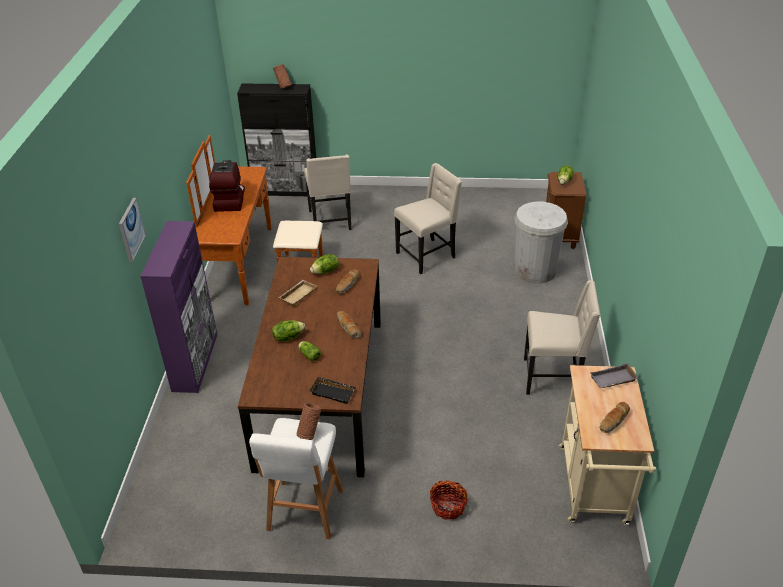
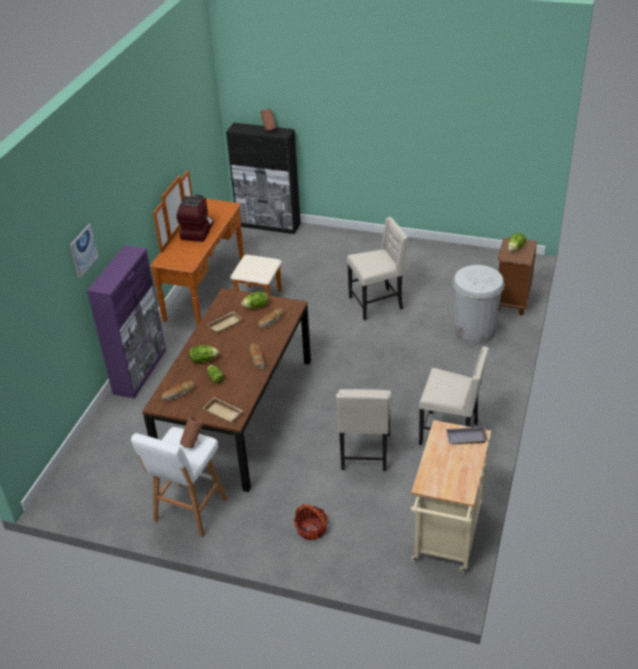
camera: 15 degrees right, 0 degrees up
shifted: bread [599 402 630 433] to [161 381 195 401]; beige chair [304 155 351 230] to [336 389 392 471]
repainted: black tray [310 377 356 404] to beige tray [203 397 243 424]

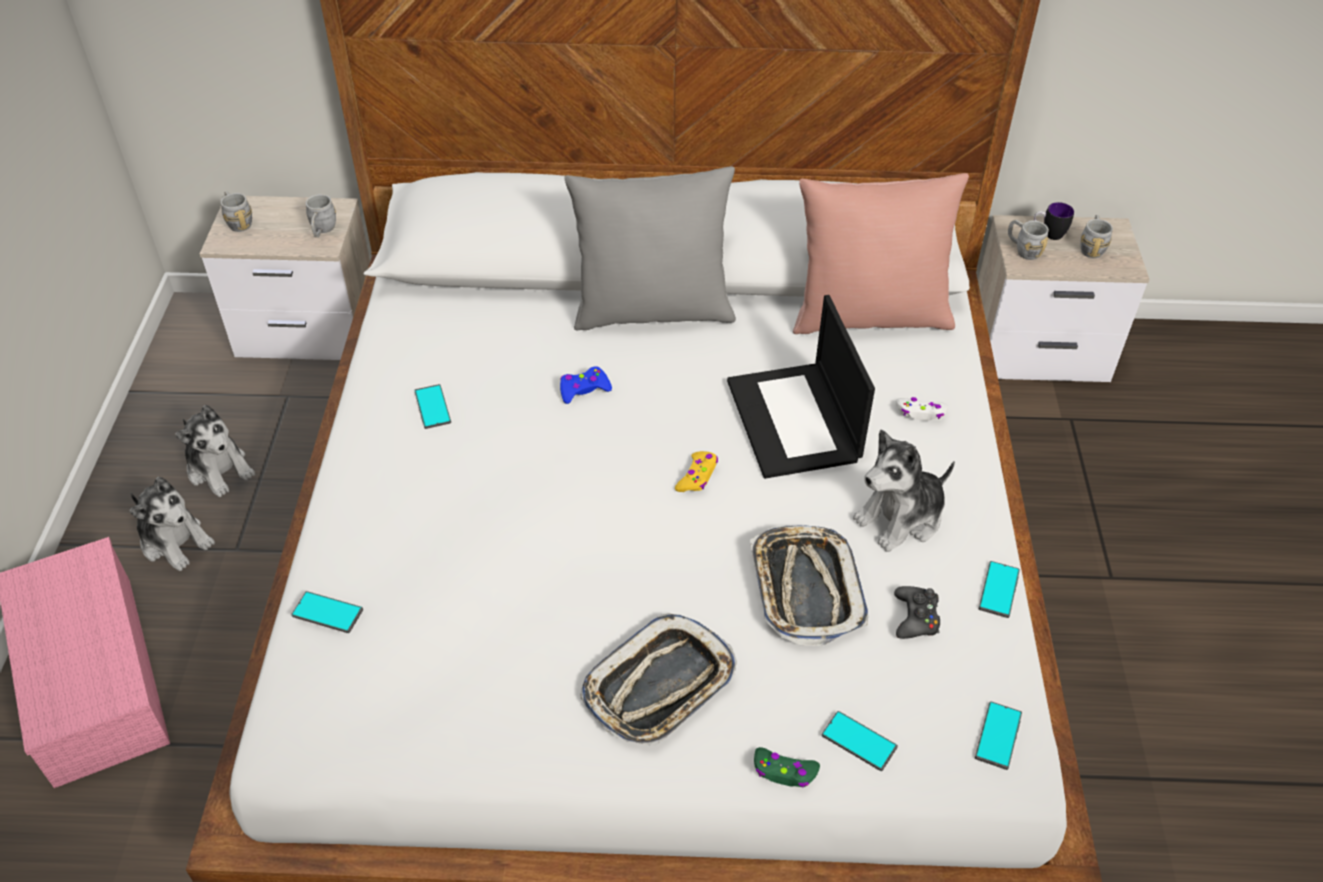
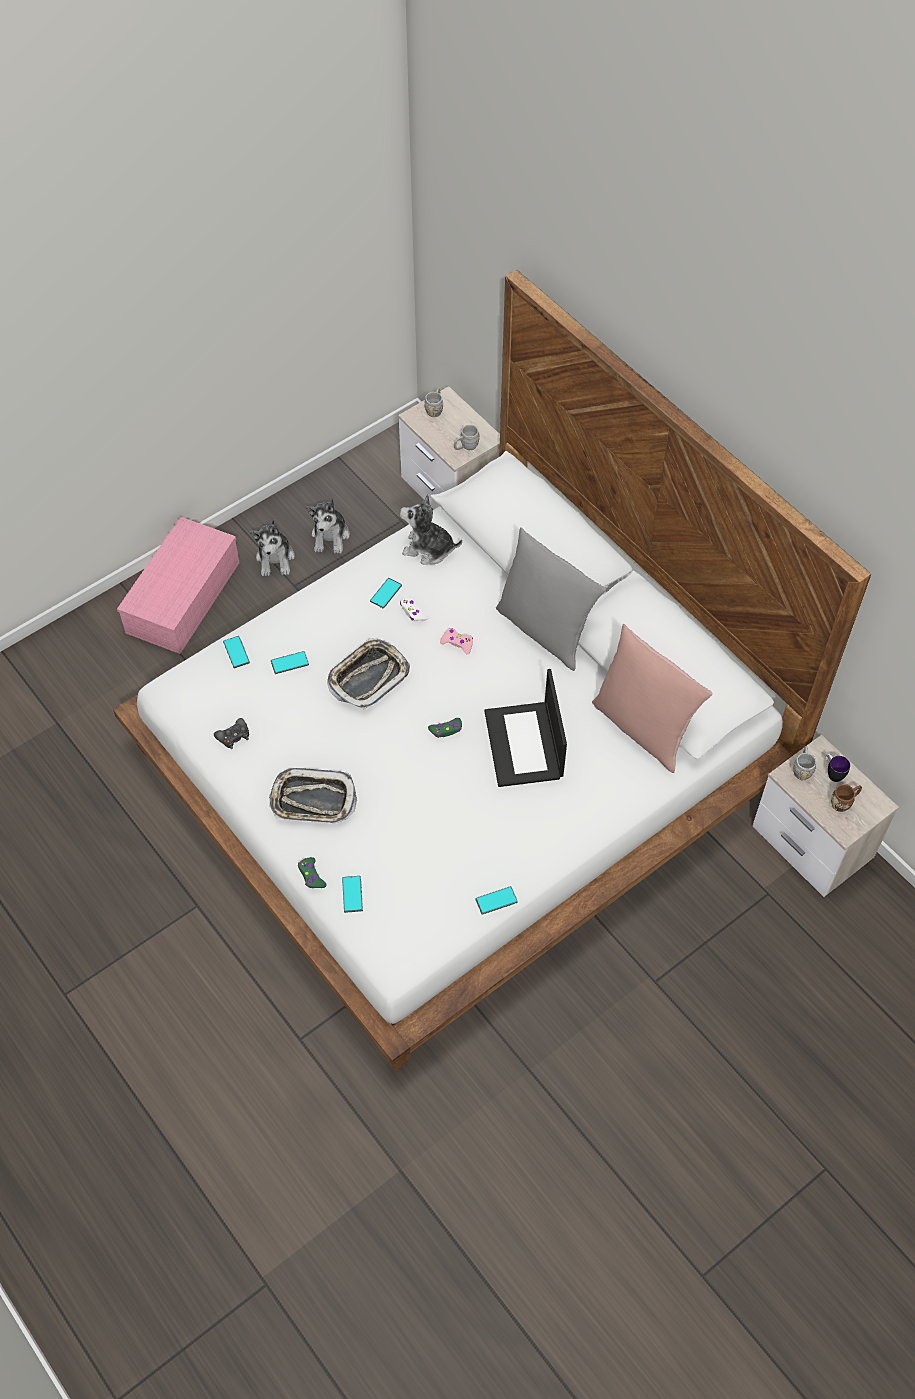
camera: 50 degrees right, 10 degrees up
shifted: black game controller [894 586 940 639] to [214 718 249 749]; phone [975 701 1022 770] to [271 651 309 674]; tray [750 526 868 646] to [327 638 410 710]; plush toy [853 429 955 552] to [400 494 462 564]; white game controller [895 397 948 421] to [400 597 428 621]
repainted: yellow game controller [675 451 718 492] to green game controller [428 718 462 738]; blue game controller [560 366 612 404] to pink game controller [440 628 473 655]; grey mug [1080 215 1113 258] to brown mug [831 784 862 812]
rotated: laptop [727 295 875 479] = [484 669 567 787] 45 degrees counterclockwise

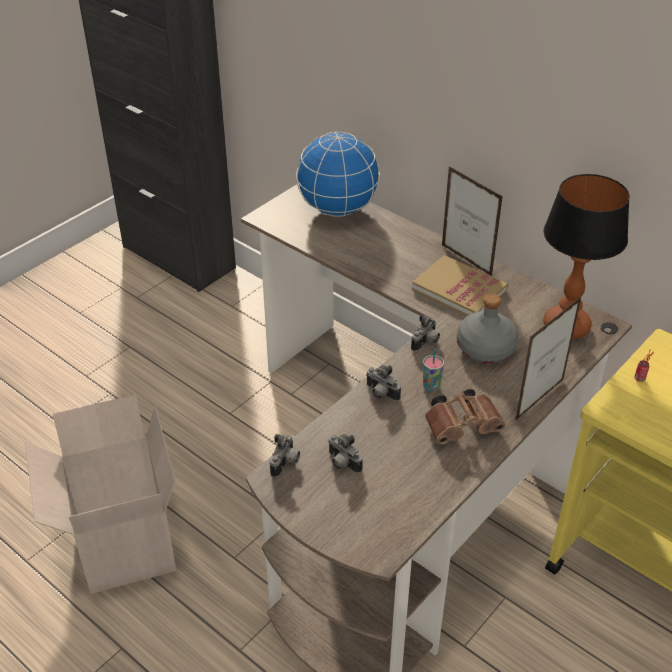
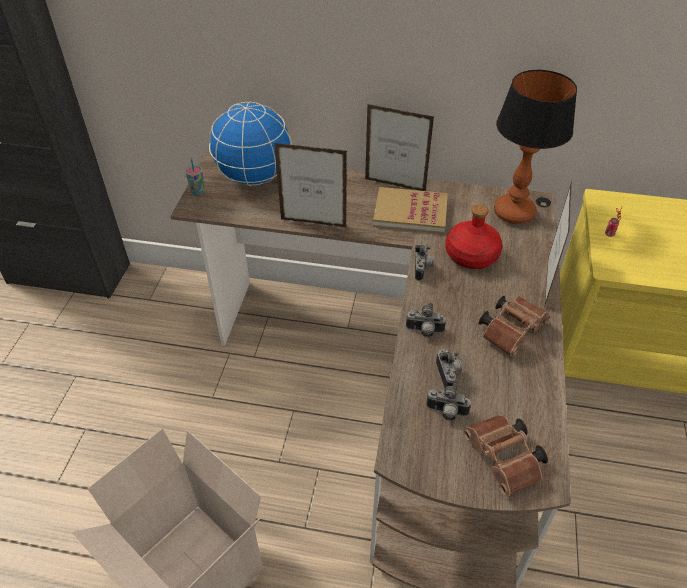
camera: 30 degrees left, 5 degrees up
new: picture frame [274 143 347 227]; brown binoculars [463 415 548 497]
shifted: cup [423 349 444 392] to [185 158 204 196]; photo camera [270 434 300 478] to [436 349 462 389]
repainted: grey bottle [457 294 518 363] to red bottle [445 205 503 269]

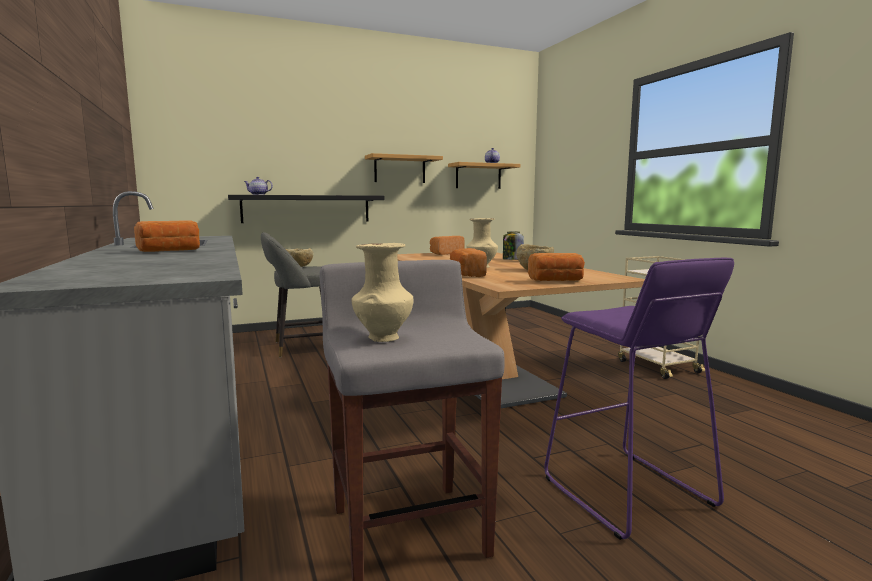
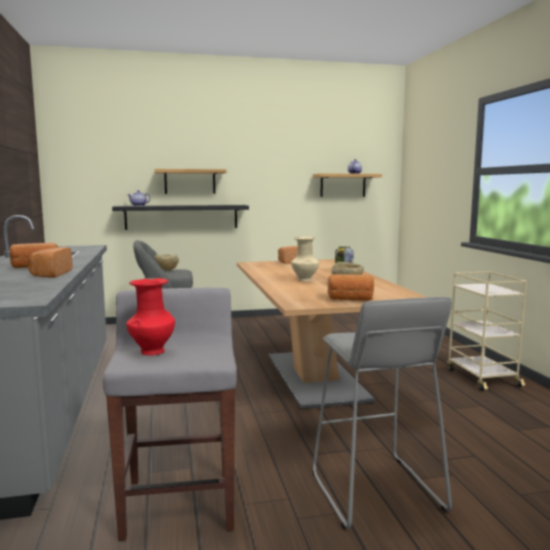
camera: 10 degrees right, 0 degrees up
shifted: bread [450 248 487 277] to [28 247 73 278]; shelf [365 153 443 183] to [155 169 227 194]
repainted: beige vase [352 243 413 342] to red vase [126 278 175 355]; purple stool [544 258 734 540] to grey stool [313 297 452 529]

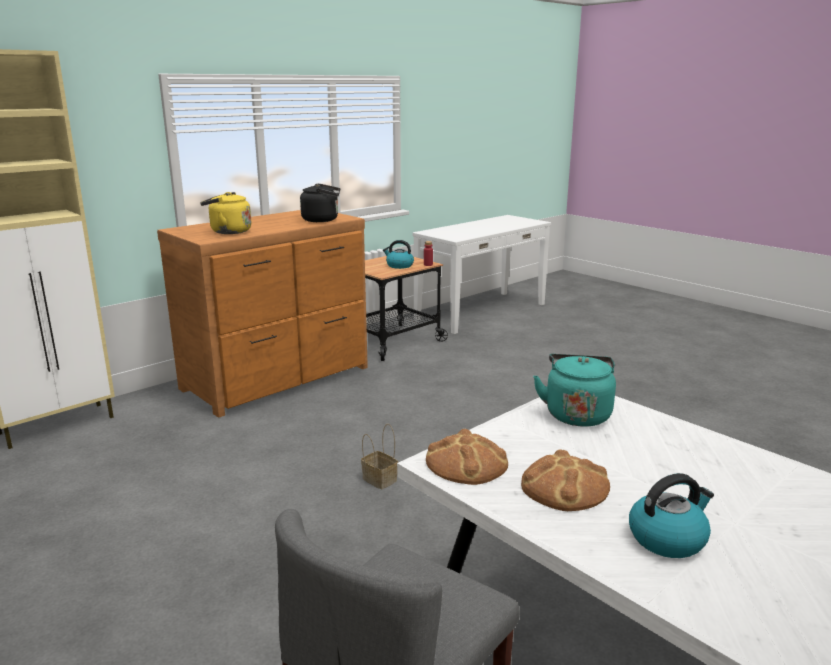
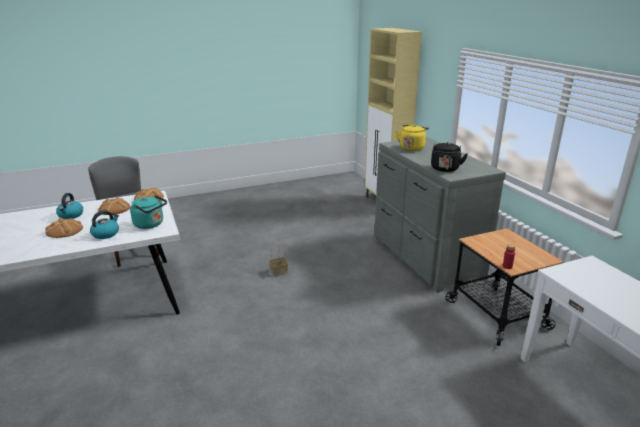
camera: 110 degrees right, 5 degrees up
new: bread [45 218 83 238]
shifted: kettle [383 240 414 269] to [90 210 119 239]
repainted: brown dresser [157 210 368 418] to grey dresser [374 137 506 293]

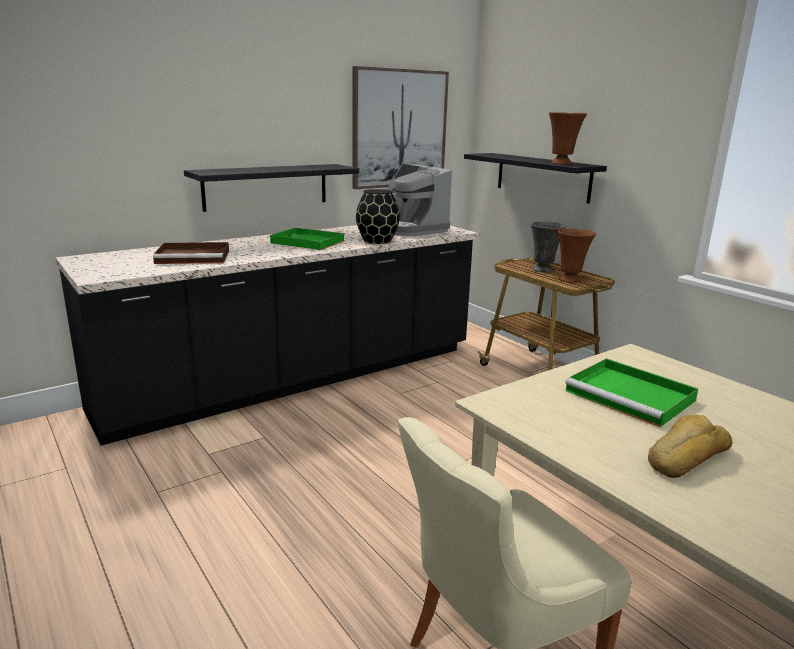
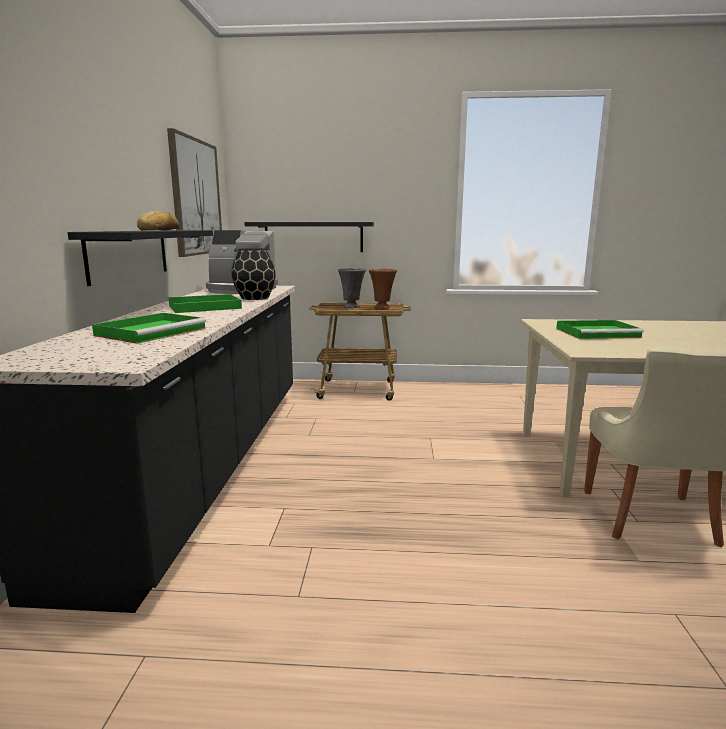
camera: 50 degrees left, 5 degrees down
gone: brown vase [549 112 587 165]
shifted: bread [648 415 733 478] to [137 211 179 230]
repainted: brown tray [153 242 229 264] to green tray [92 313 207 344]

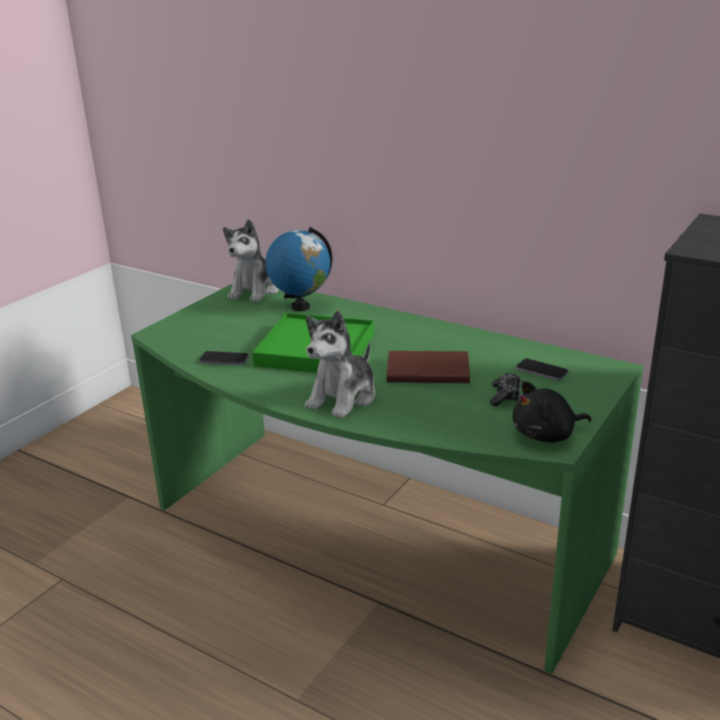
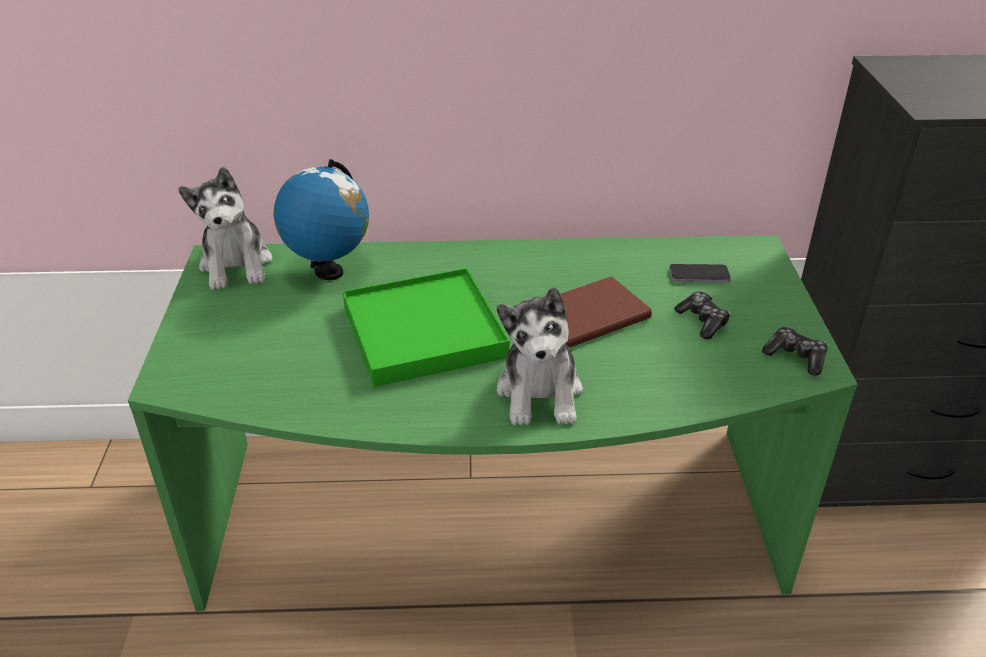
camera: 35 degrees left, 10 degrees up
gone: phone [199 351 248 365]
swapped: black plush toy [513 381 591 443] to game controller [762 327 828 376]

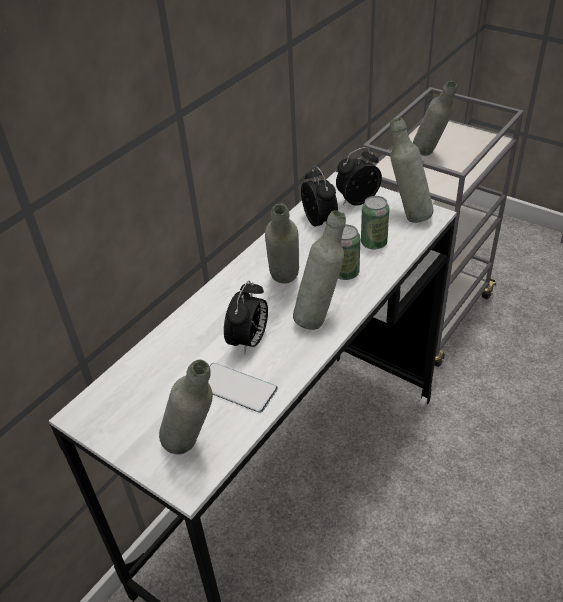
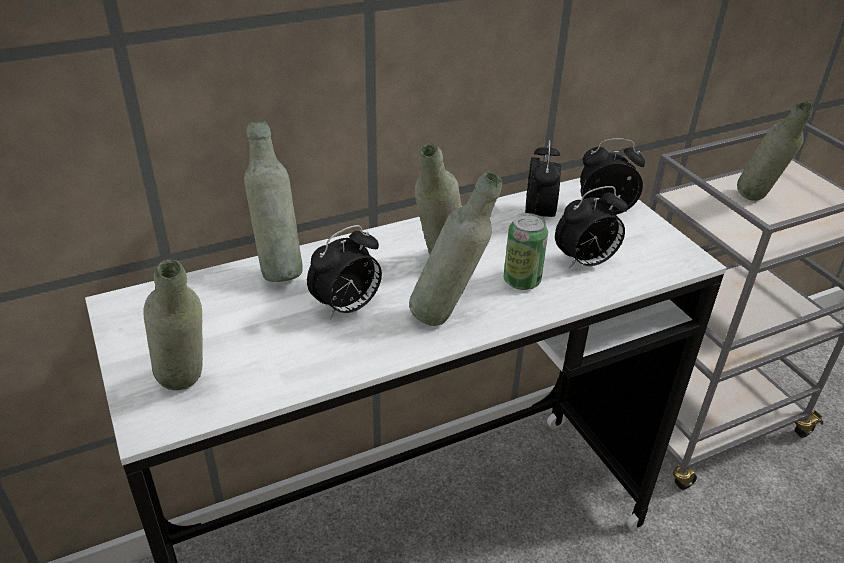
camera: 25 degrees right, 5 degrees down
gone: phone [208 363 278 413]
shifted: grey bottle [390 117 433 223] to [244 120 303 282]
swapped: can [361 196 390 250] to alarm clock [555 186 628 269]

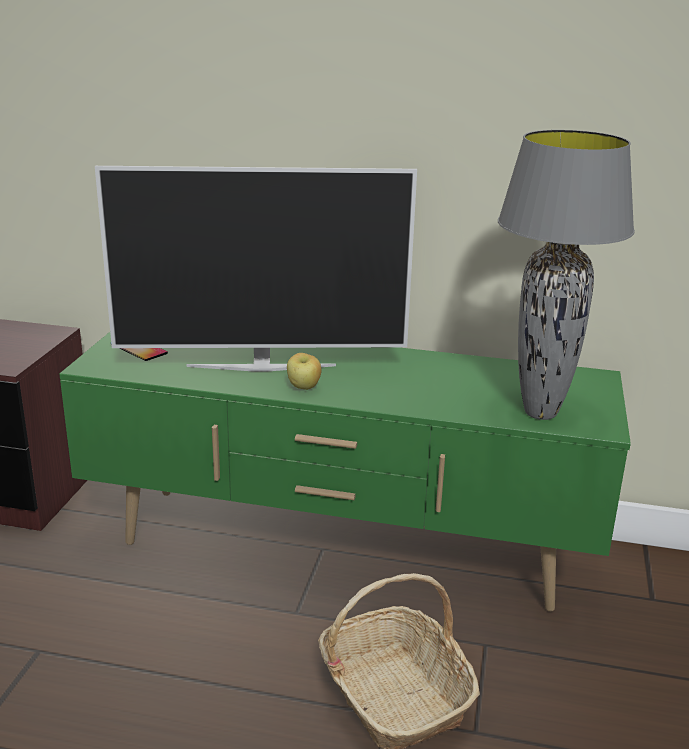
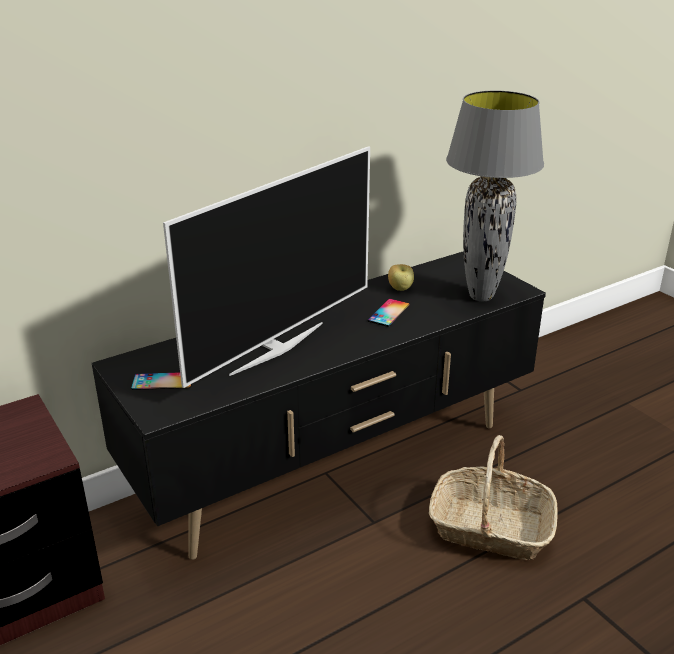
camera: 45 degrees left, 5 degrees up
new: phone [368 299 410 327]
shifted: apple [287 353 322 390] to [388 264 414 291]
repainted: green tv stand [59 332 631 612] to black tv stand [92 251 546 560]

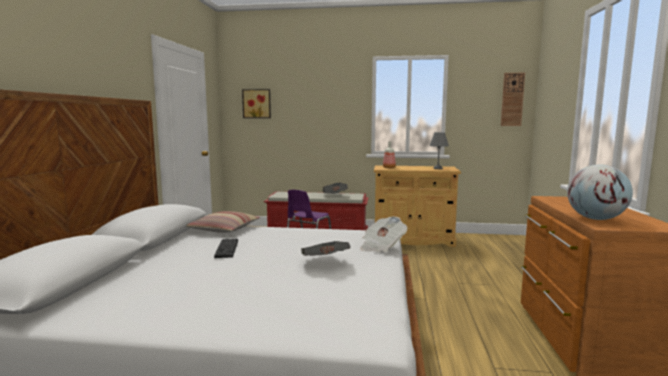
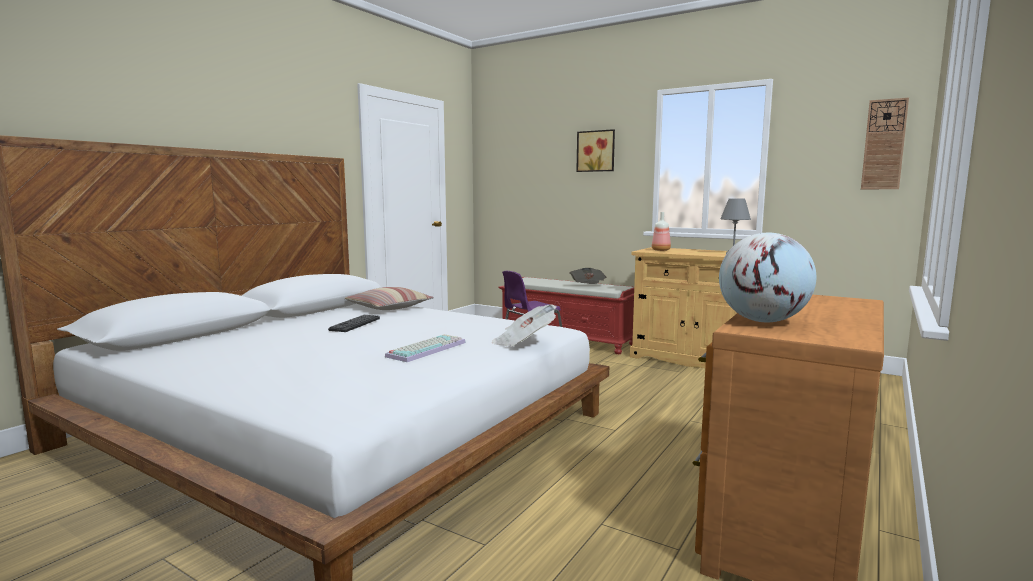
camera: 25 degrees right, 0 degrees up
shifted: picture [242 89 271 118] to [576 129 615 172]
swapped: newspaper [301 241 351 256] to keyboard [385 334 466 362]

